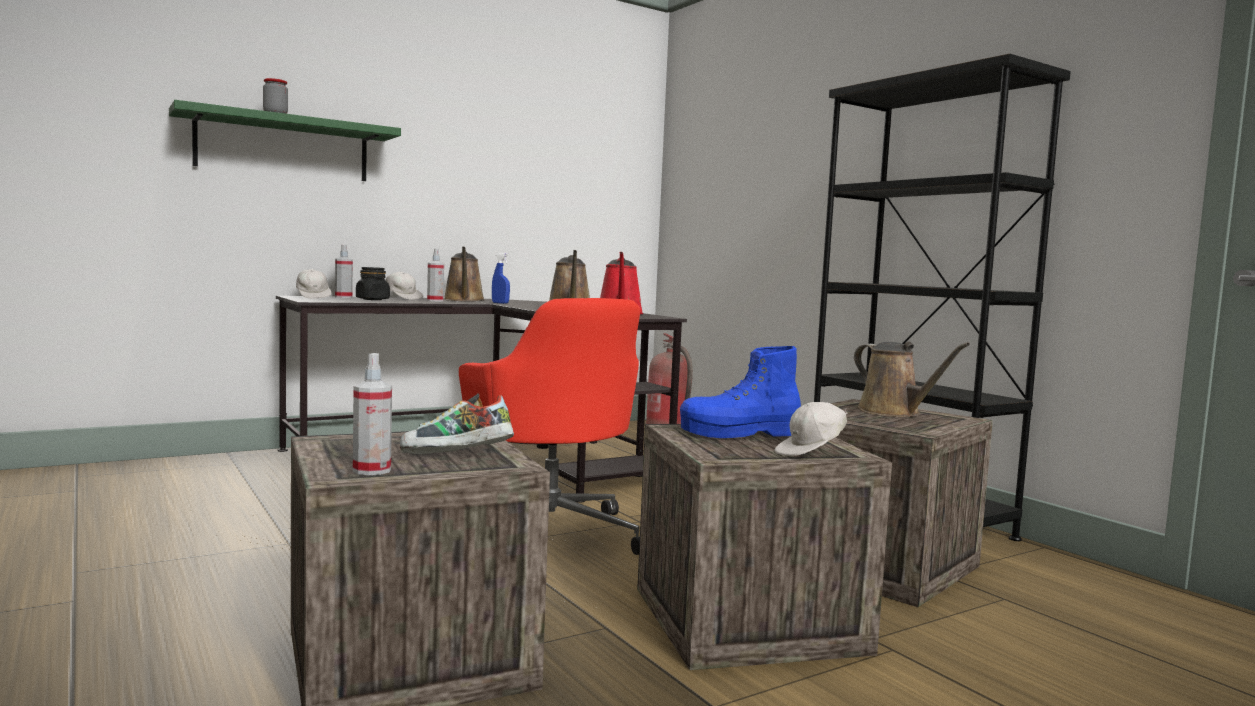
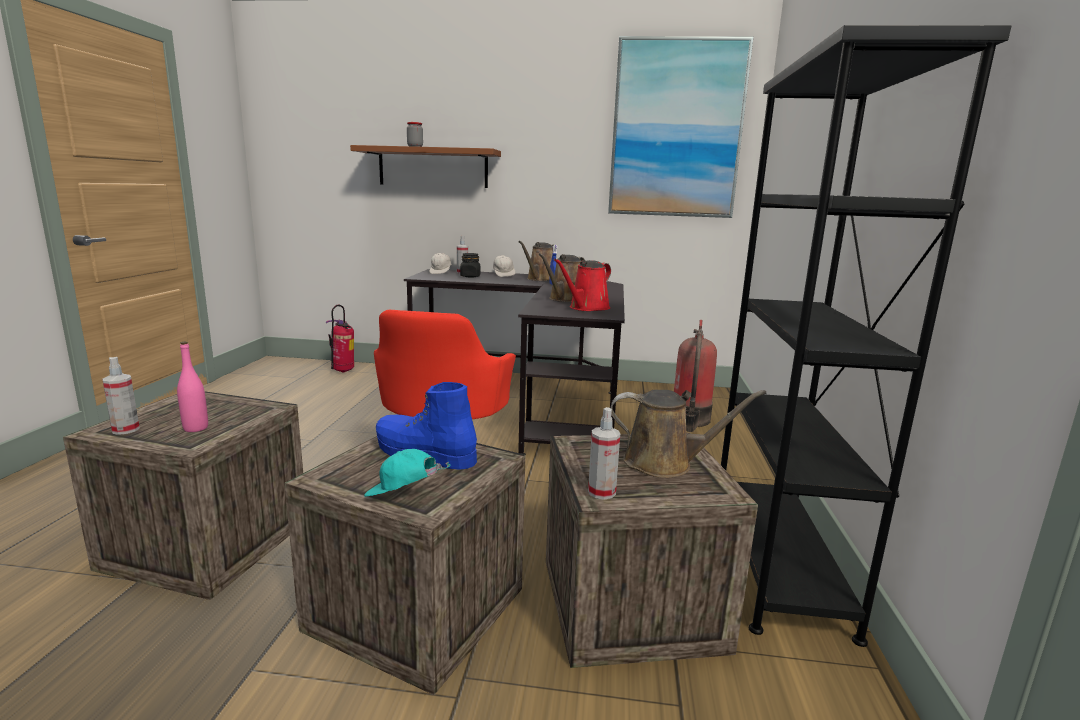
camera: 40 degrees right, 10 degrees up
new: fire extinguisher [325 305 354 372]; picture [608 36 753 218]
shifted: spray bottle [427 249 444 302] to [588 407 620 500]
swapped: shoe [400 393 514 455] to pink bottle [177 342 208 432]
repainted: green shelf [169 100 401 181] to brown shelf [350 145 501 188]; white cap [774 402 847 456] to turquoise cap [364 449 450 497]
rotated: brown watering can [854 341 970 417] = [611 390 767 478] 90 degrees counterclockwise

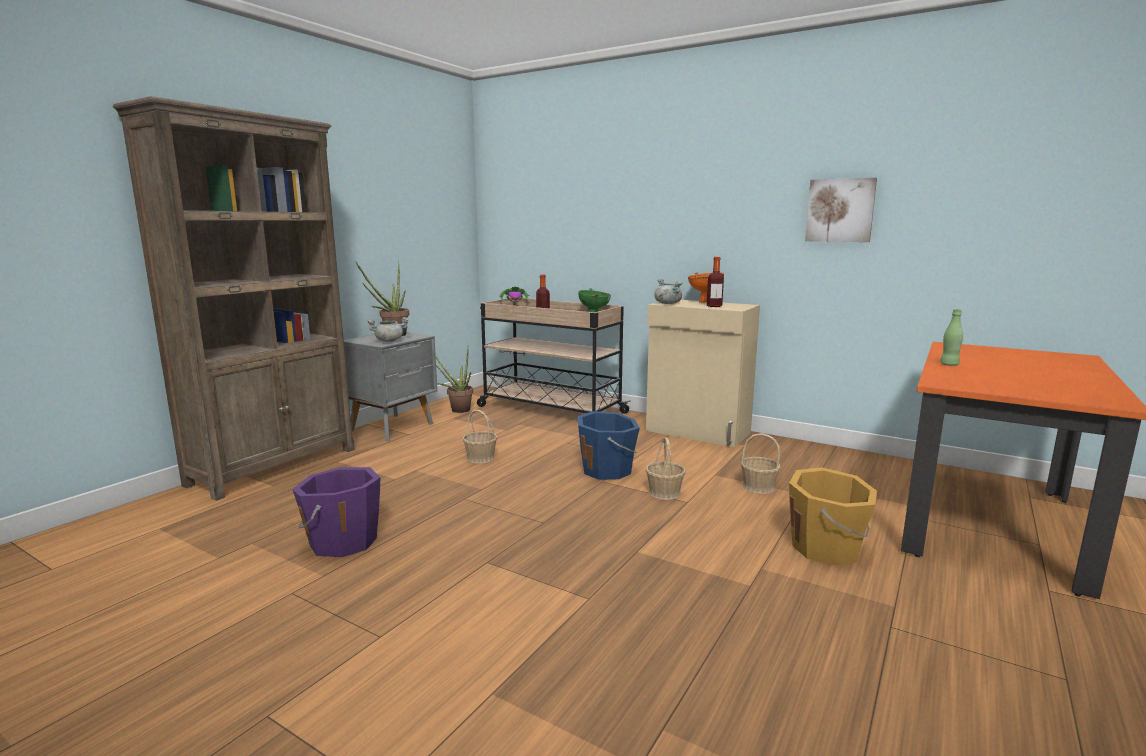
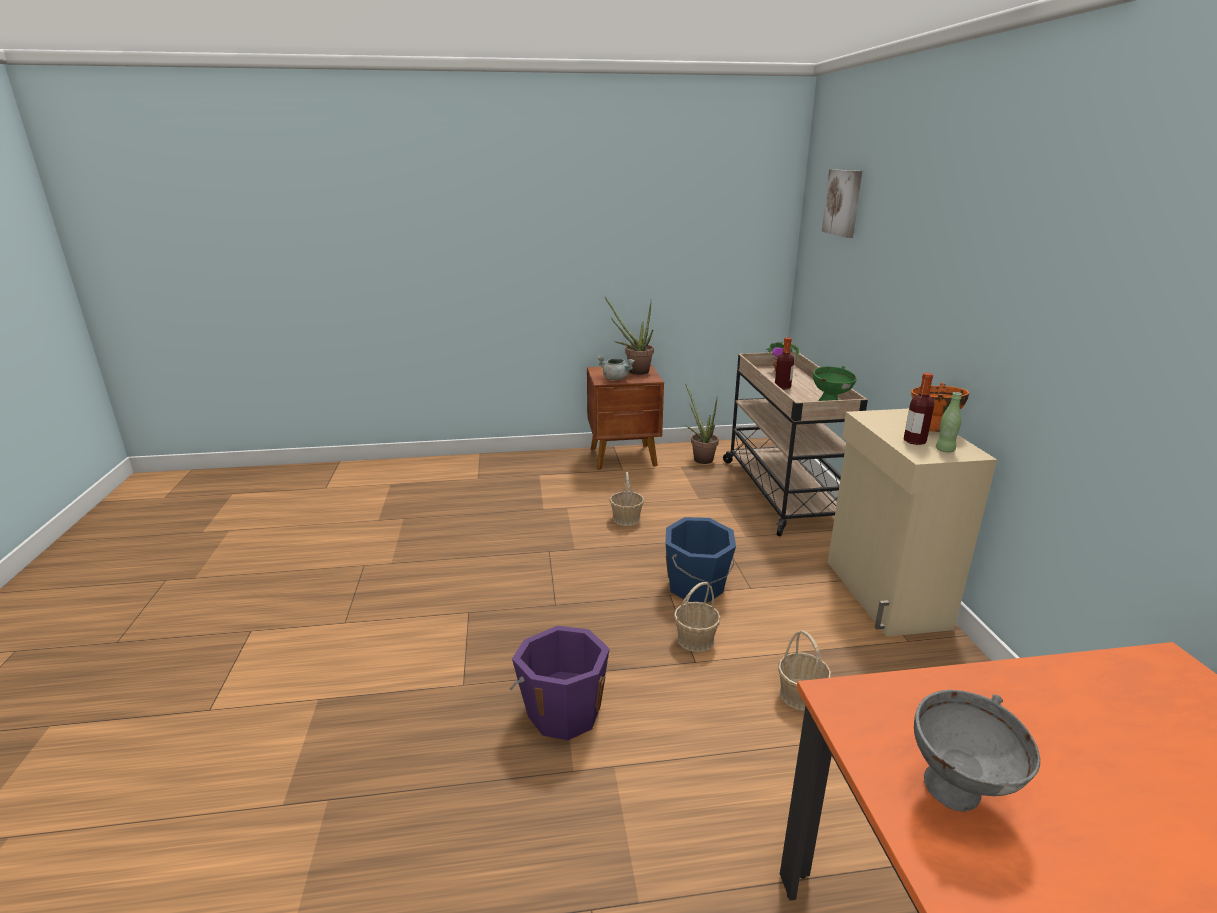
camera: 50 degrees right, 10 degrees up
gone: brown bookcase [113 96 355 501]; grey cooking pot [654 279 682 304]; orange bucket [789 467 877 566]
new: grey bowl [914 690 1040 812]
shifted: purple bucket [292 467 381 557] to [509 626 610 740]; picture [805 178 877 242] to [822 169 862 238]; green bottle [940 309 963 366] to [936 392 962 453]
repainted: grey nightstand [344 332 438 441] to brown nightstand [587 365 664 470]

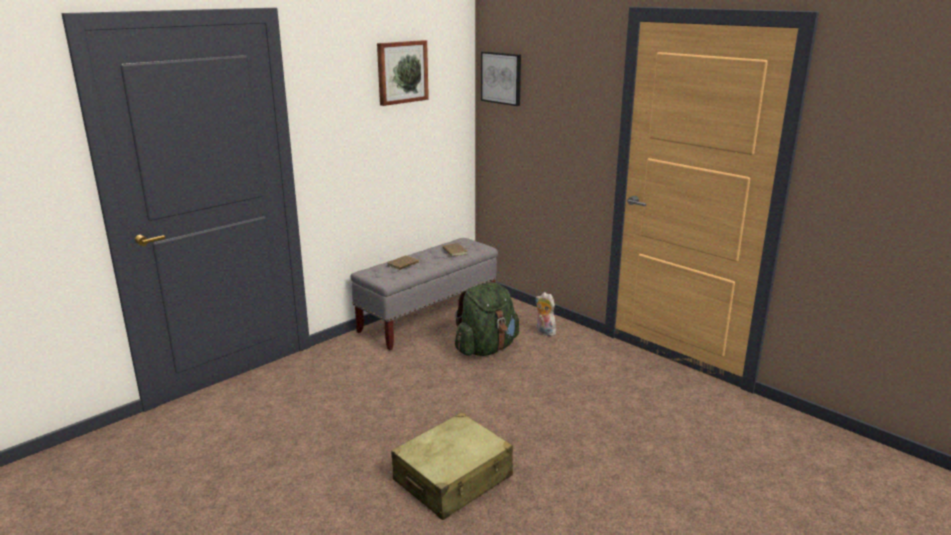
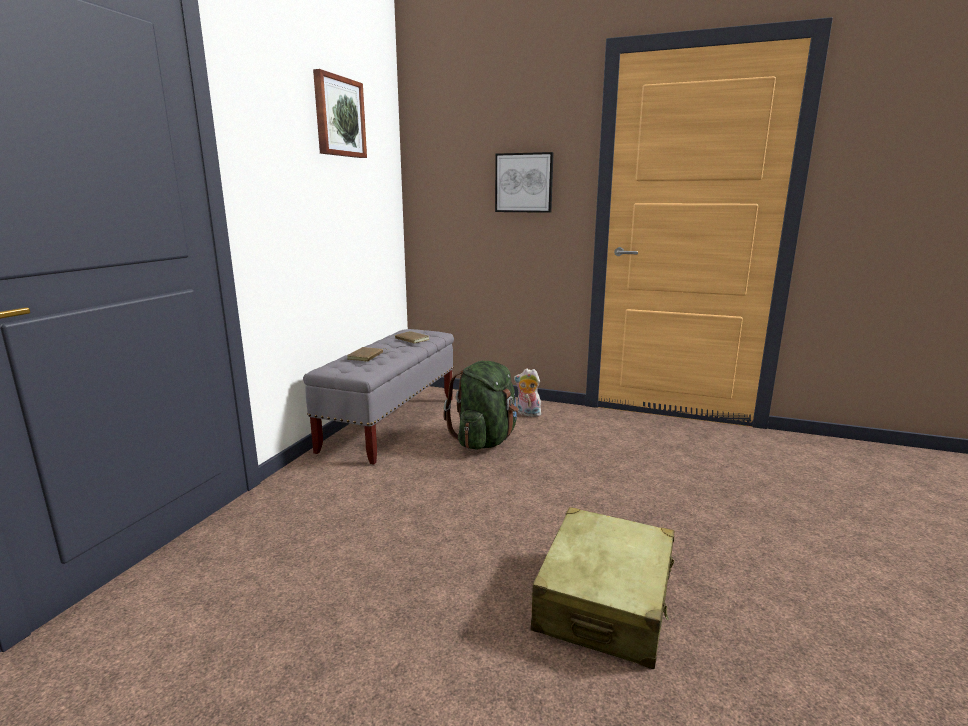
camera: 25 degrees left, 5 degrees down
shifted: picture [481 51 521 106] to [495 152 554 213]

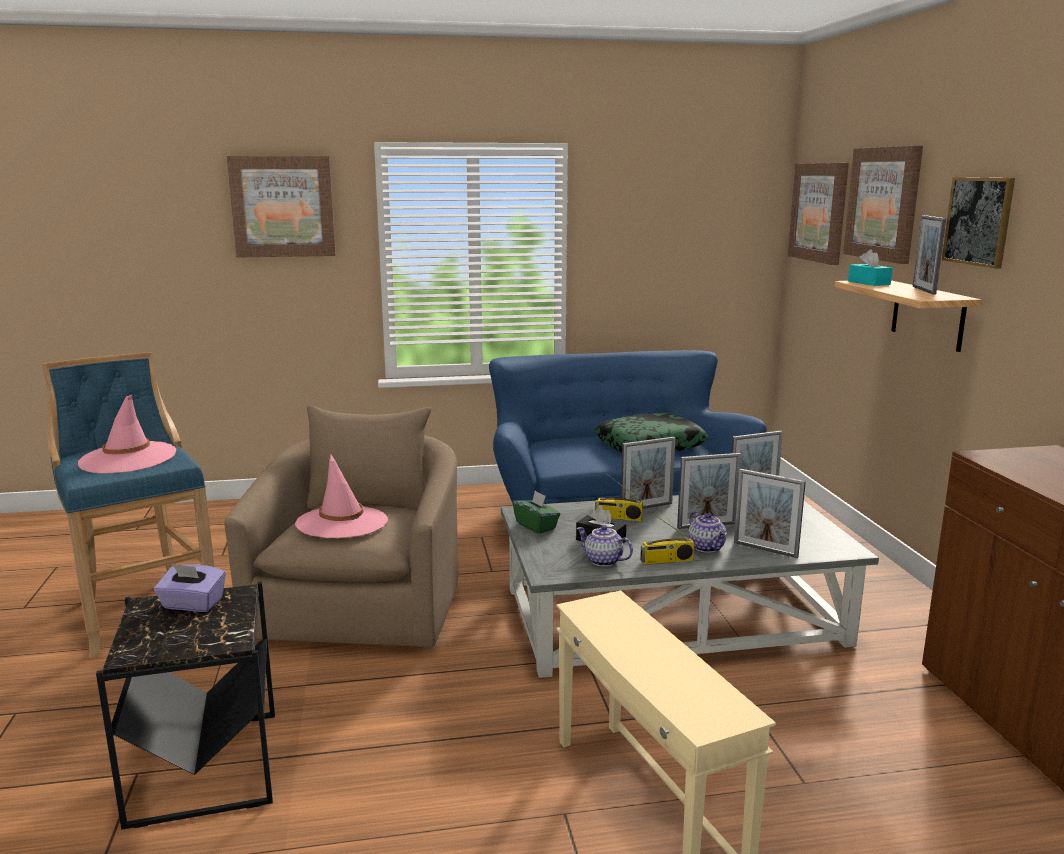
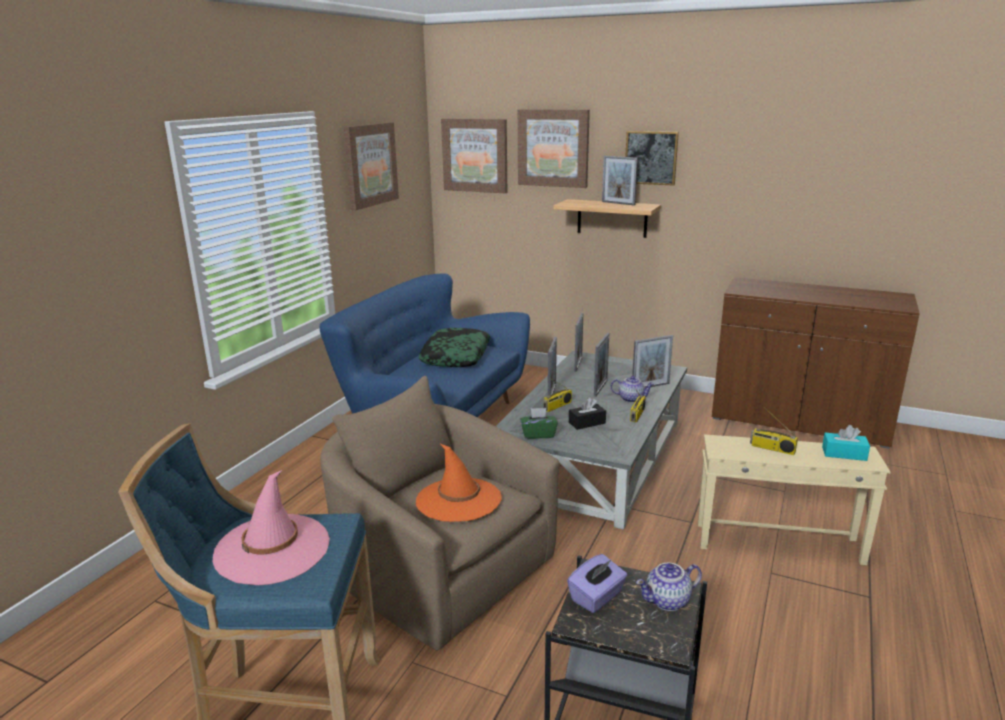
camera: 55 degrees left, 5 degrees up
new: radio [750 408 798 455]
shifted: picture [227 156 336 257] to [344 122 399 210]; teapot [577 525 633 567] to [636 563 702 611]; turquoise tissue box [848 249 893 286] to [822 425 870 461]
repainted: pink hat [295 455 388 538] to orange hat [416 444 502 522]

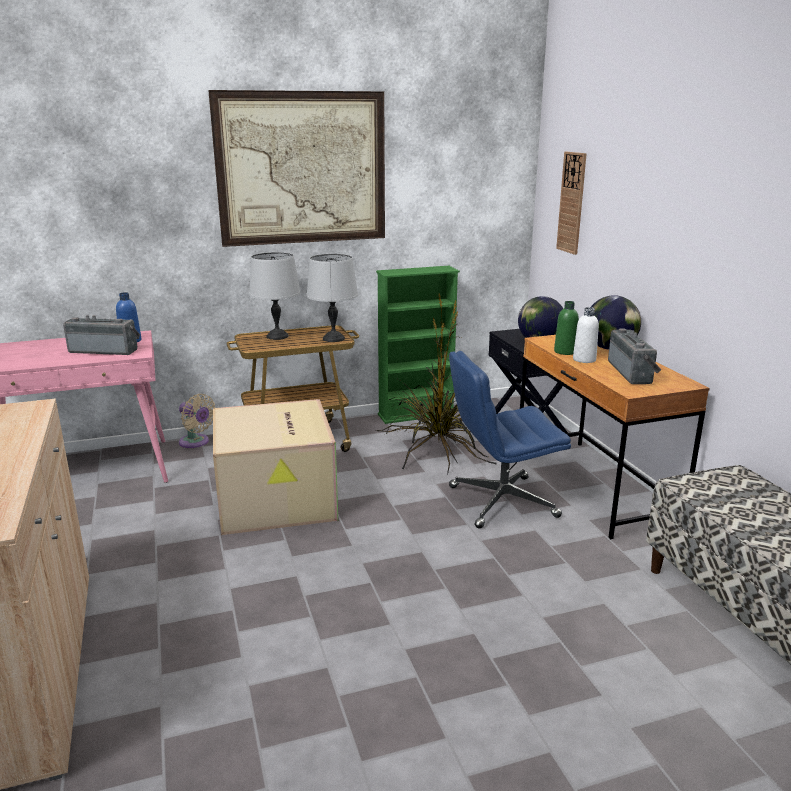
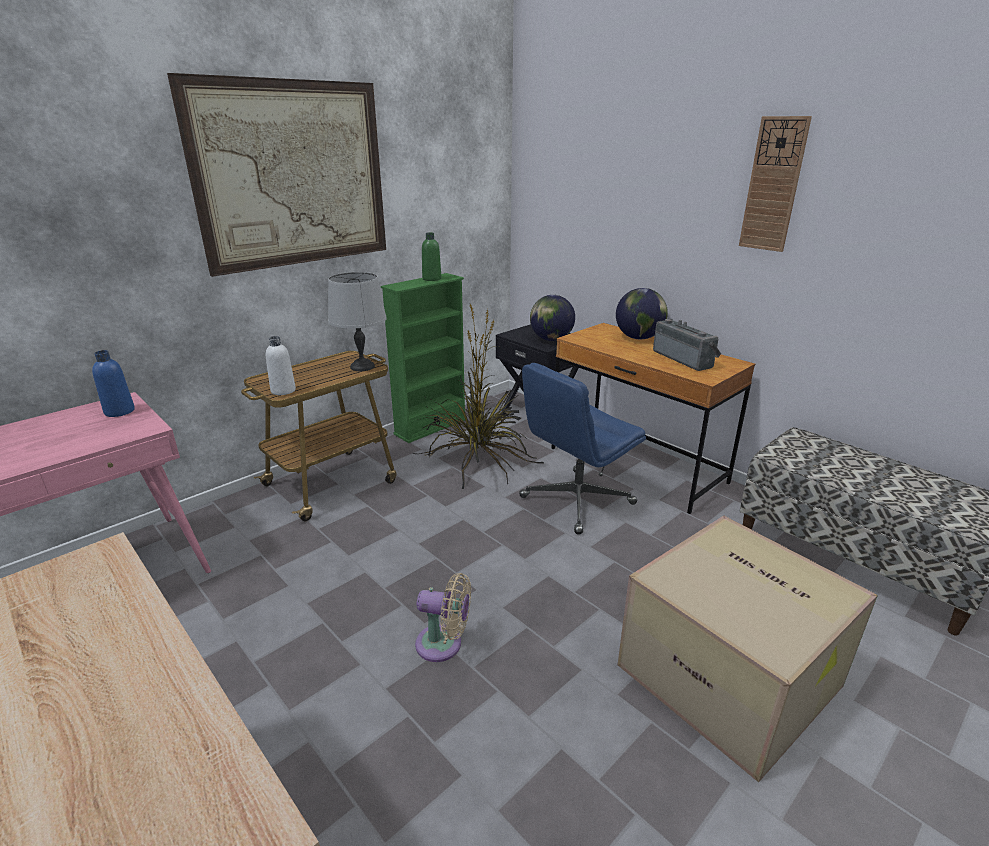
camera: 25 degrees left, 5 degrees up
gone: radio [63 315 140 355]; grey table lamp [249 252 301 340]
shifted: white bottle [573 307 599 363] to [266 336 296 395]; beige fan [179 394 215 448] to [415 573 471 662]; green bottle [554 301 579 355] to [422 232 441 281]; cardboard box [213 399 338 535] to [618 516 878 783]; wall clock [556 152 587 255] to [739 116 812 252]

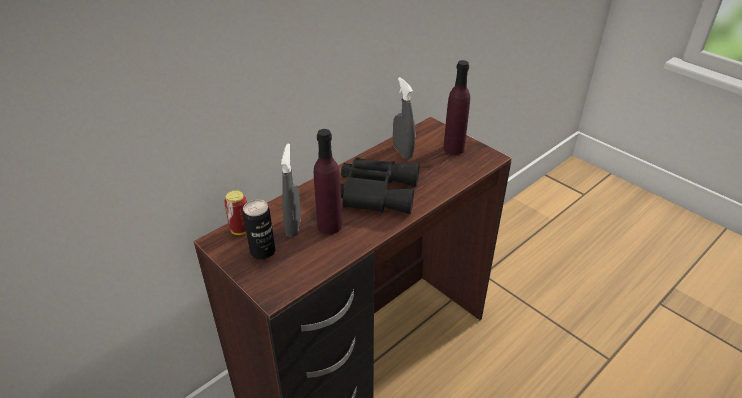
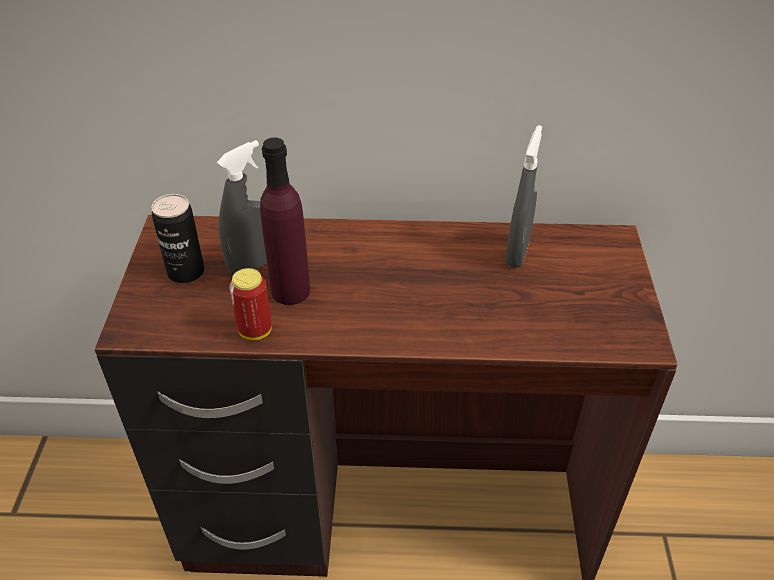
camera: 45 degrees right, 5 degrees up
gone: black binoculars [340 157 420 214]; purple bottle [443 60 470 155]
shifted: can [224 190 247 235] to [229 268 272 340]

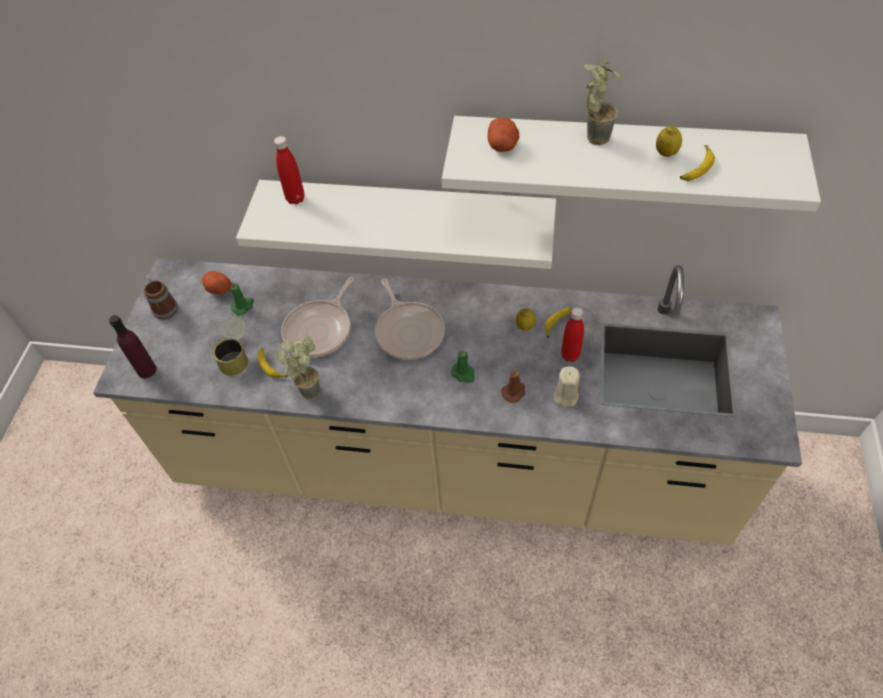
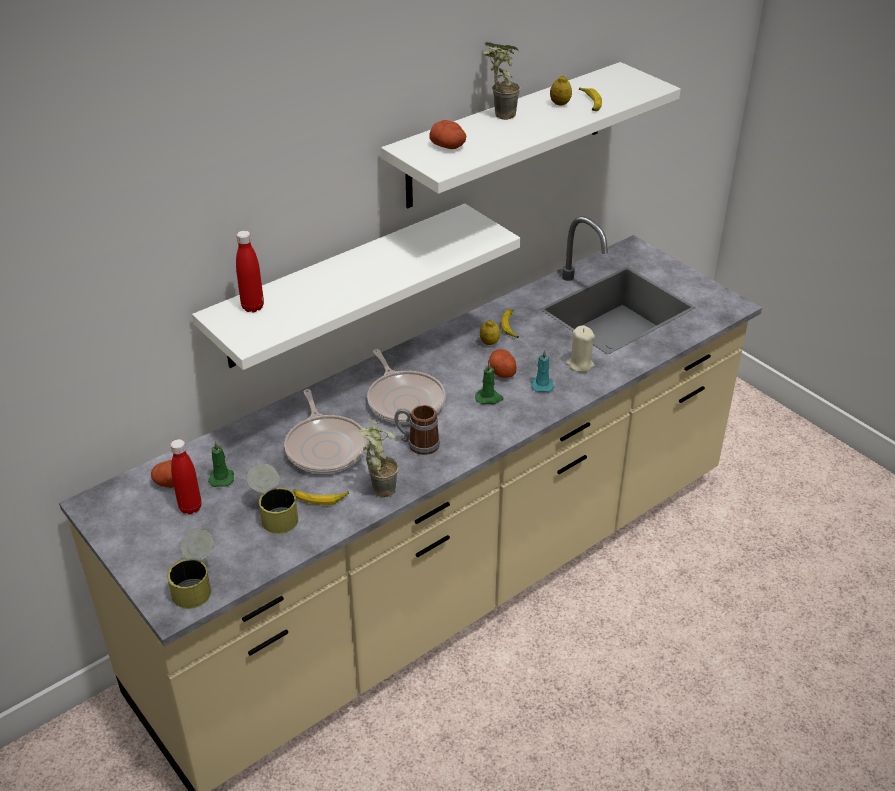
camera: 50 degrees left, 15 degrees down
new: potato [488 349 517 378]
shifted: red bottle [561 307 584 362] to [170 439 201 515]; mug [144 275 178 320] to [394 405 440 455]
swapped: purple bottle [109 315 156 378] to can [167 529 214 609]
repainted: brown candle [501 368 525 403] to turquoise candle [531 350 554 392]
rotated: frying pan [375 279 445 360] = [367 349 446 424] 45 degrees clockwise

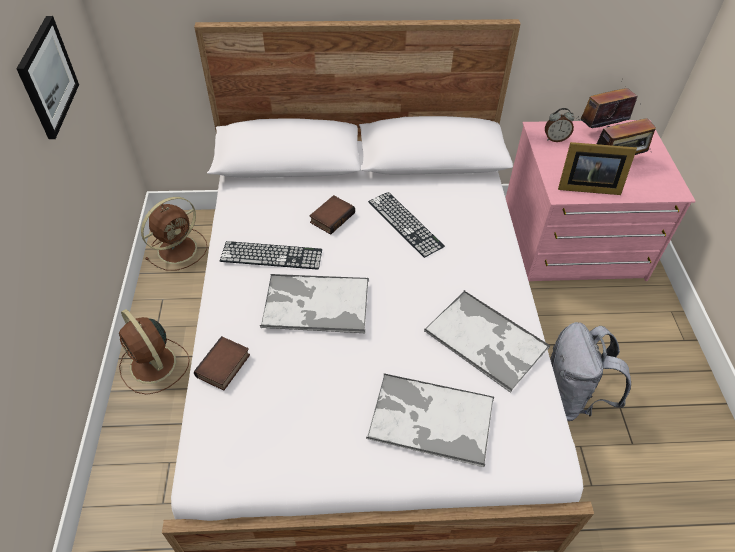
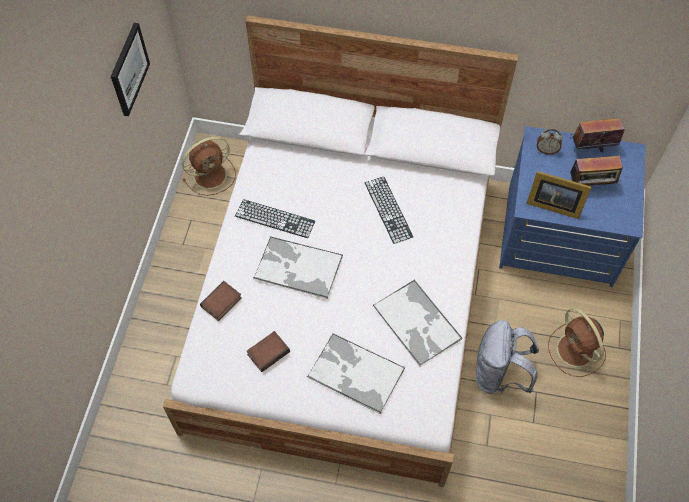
camera: 15 degrees right, 10 degrees up
shifted: book [309 195 355 235] to [247 331 290 372]; brown fan [119 309 189 395] to [548 308 606 377]
repainted: pink dresser [506 120 695 281] to blue dresser [499 126 646 287]

